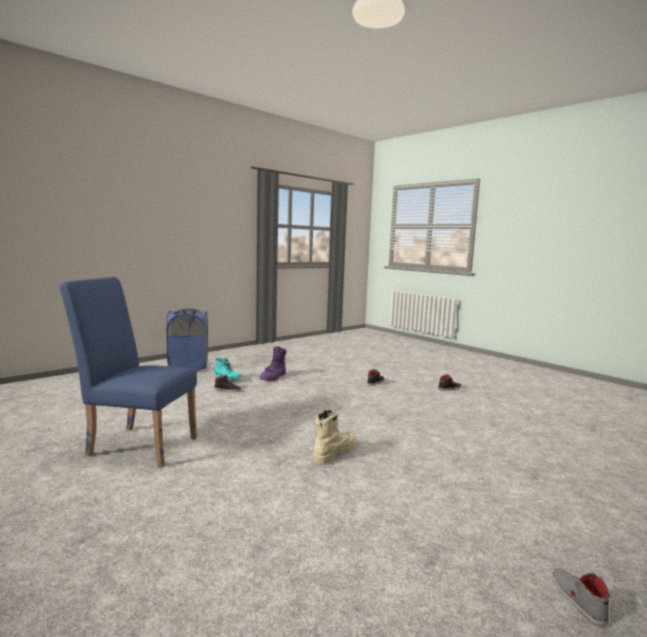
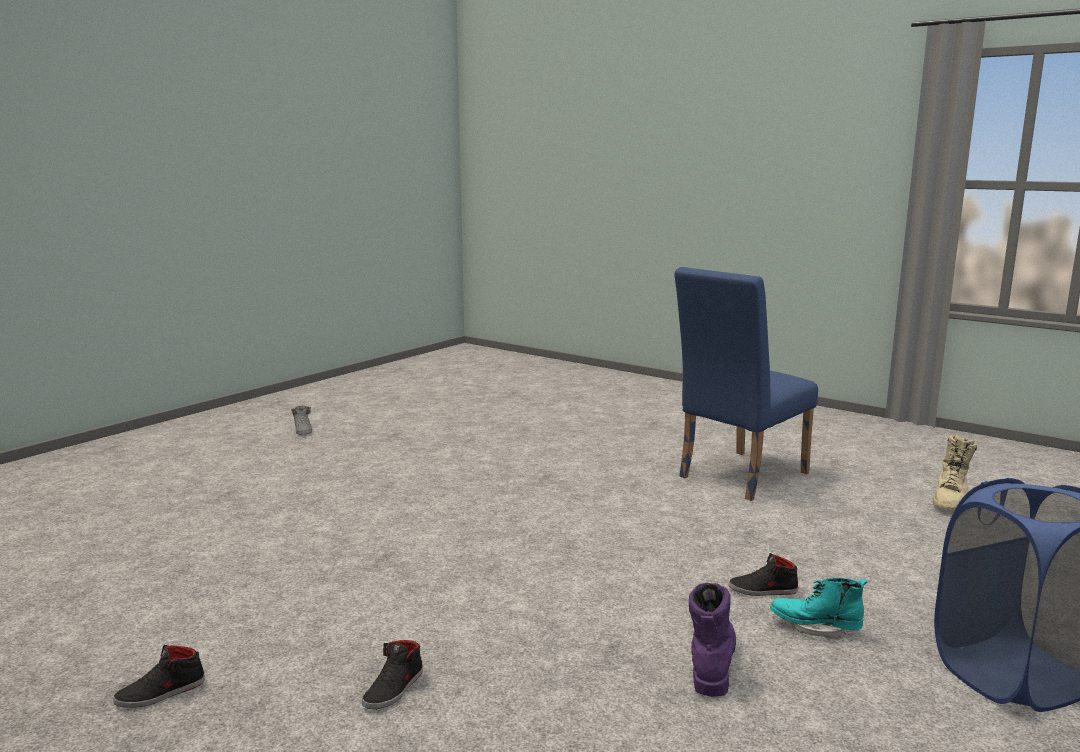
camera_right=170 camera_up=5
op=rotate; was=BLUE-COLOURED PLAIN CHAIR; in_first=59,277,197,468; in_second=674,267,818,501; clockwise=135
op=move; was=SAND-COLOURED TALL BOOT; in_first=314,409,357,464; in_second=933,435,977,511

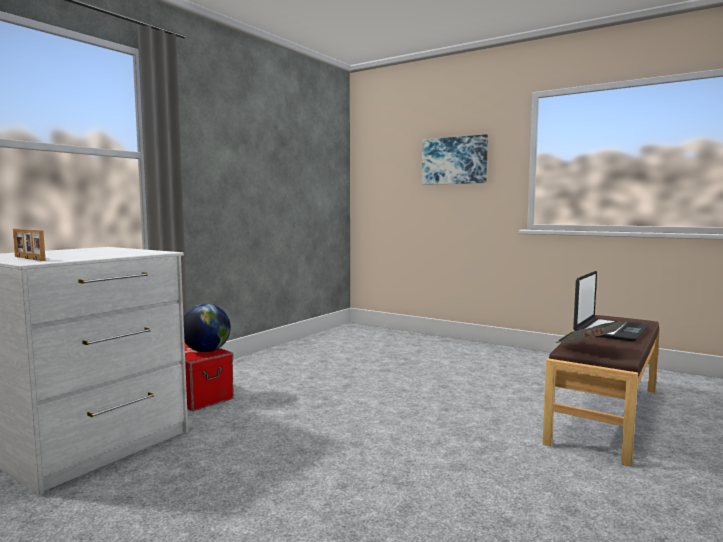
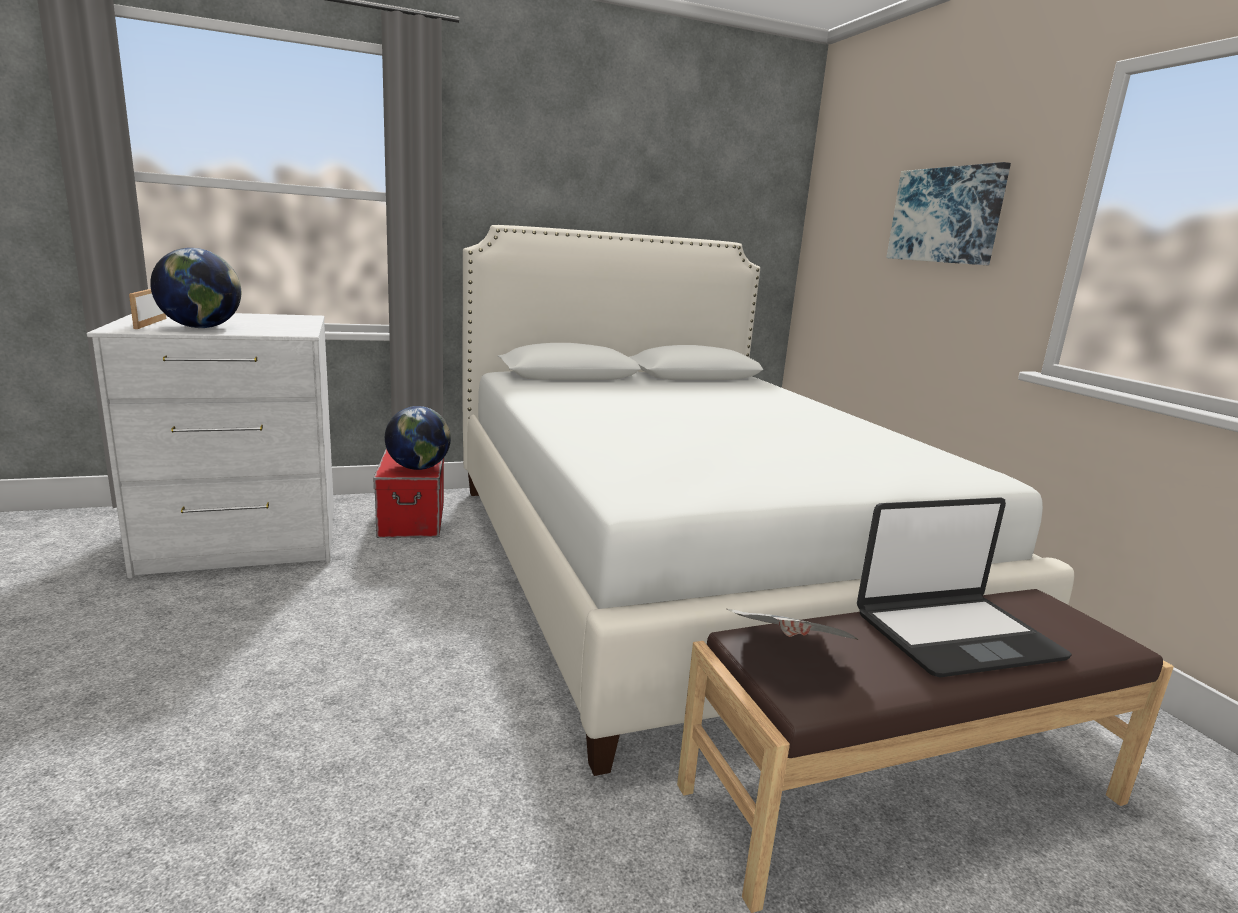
camera_right=35 camera_up=10
op=insert; now=WORLD GLOBE; in_second=150,248,241,328
op=insert; now=WHITE-COLOURED BEDROOM BED; in_second=462,225,1074,776

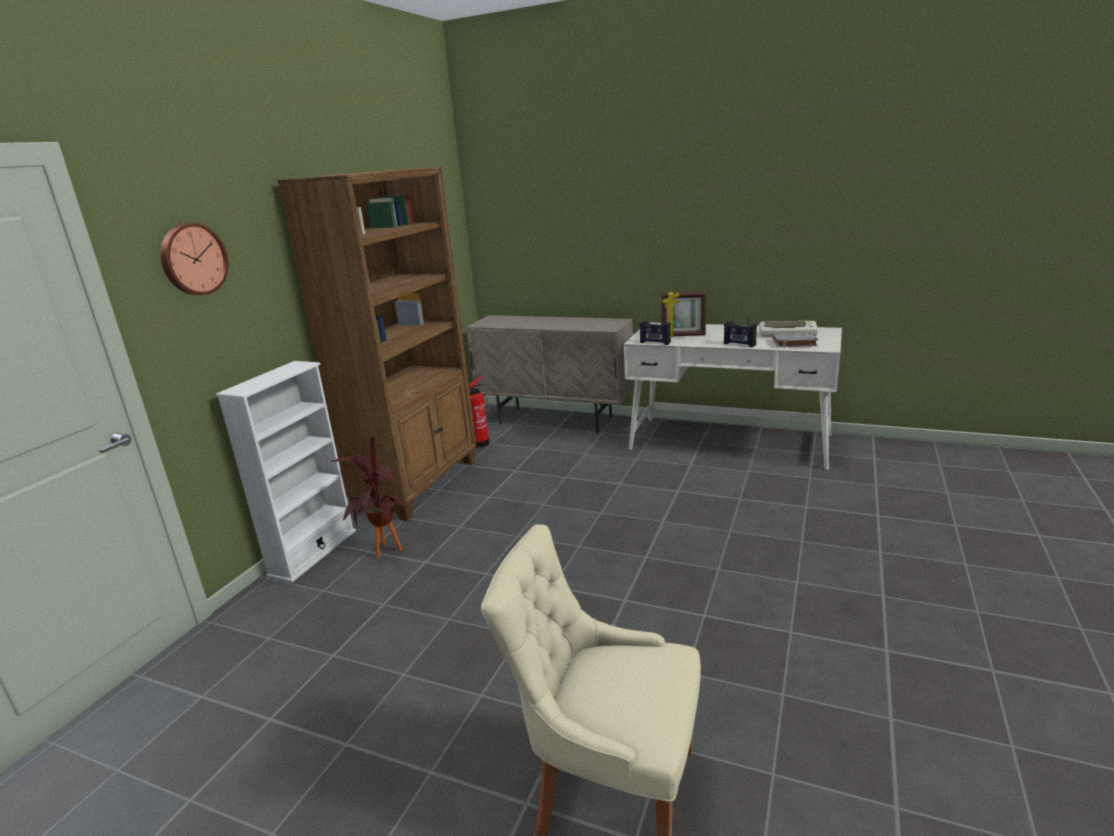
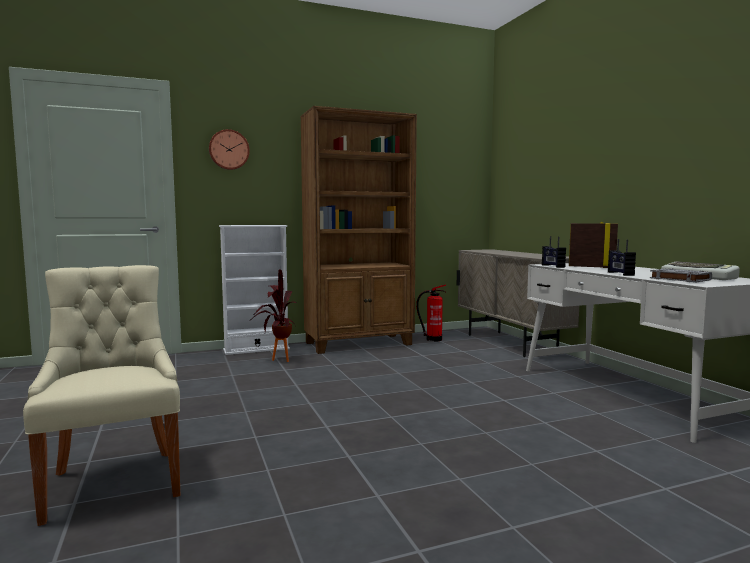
camera_right=45 camera_up=-15
op=rotate; was=PICTURE FRAME; in_first=662,291,706,337; in_second=569,221,618,268; clockwise=150

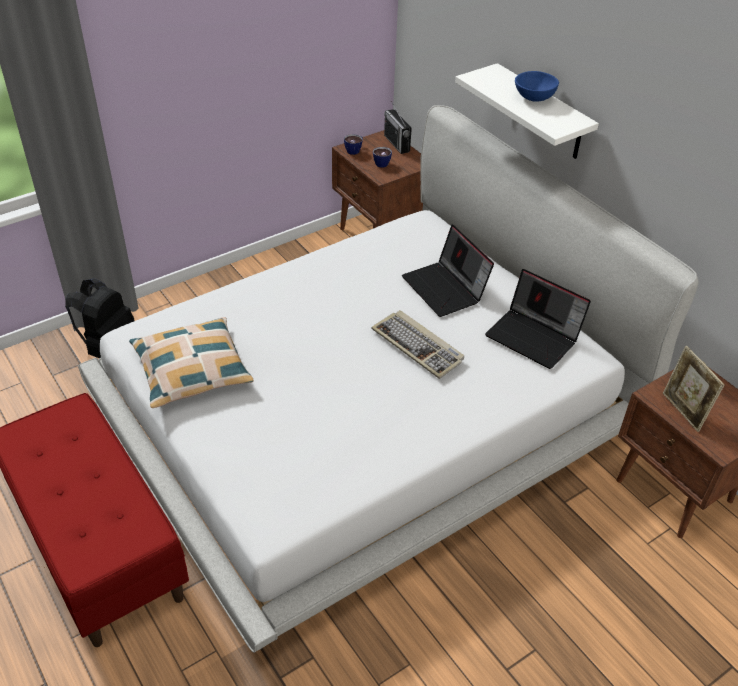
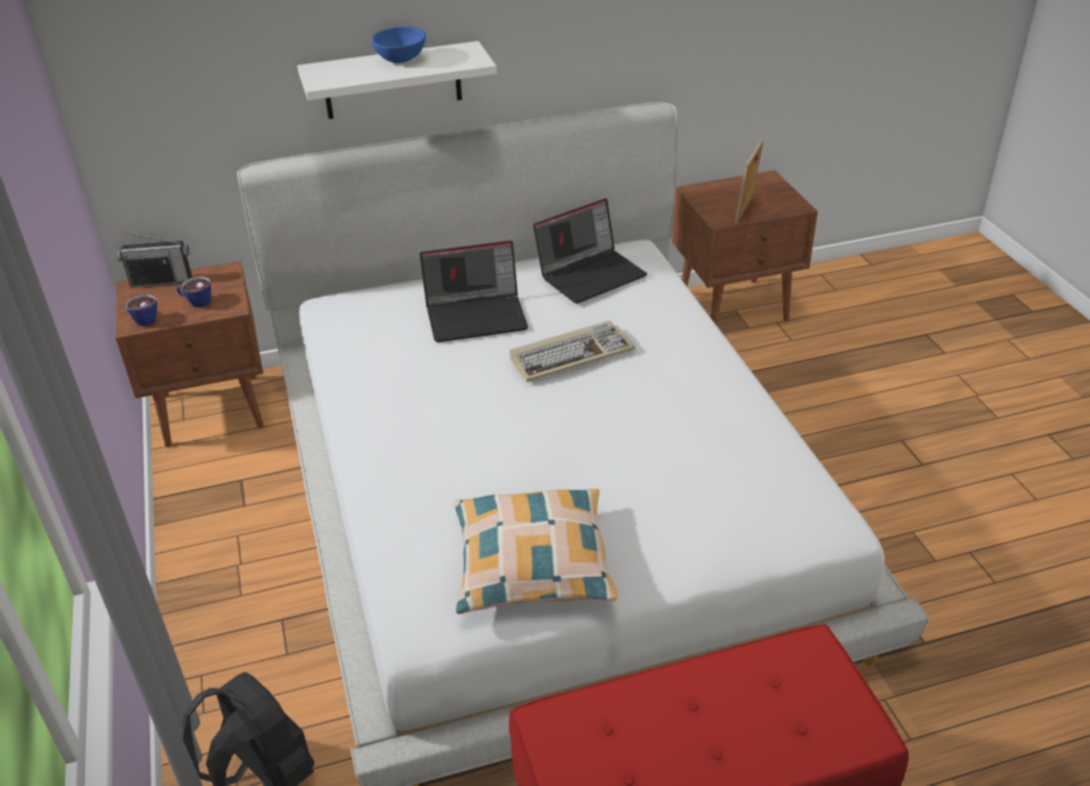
camera_right=-70 camera_up=-5
op=rotate; was=PICTURE FRAME; in_first=663,346,725,432; in_second=734,140,763,224; clockwise=120

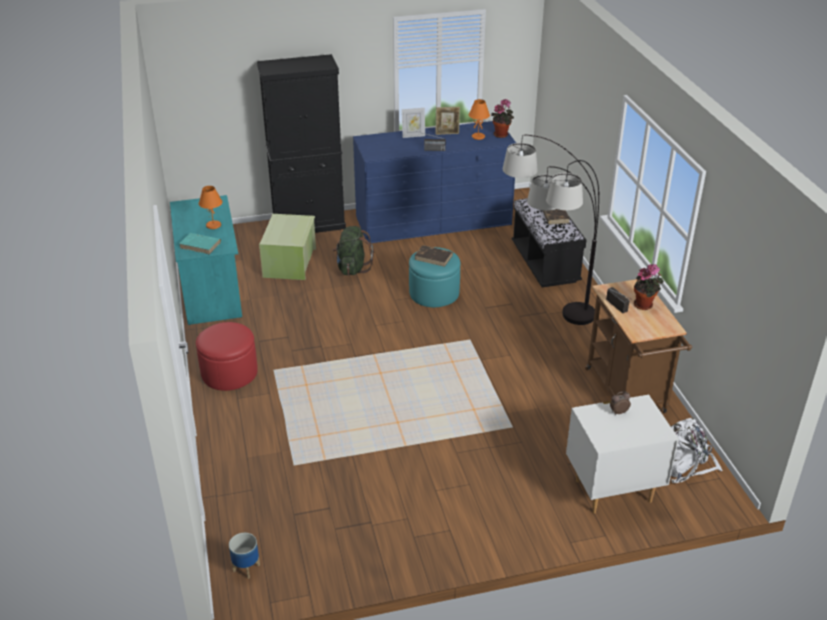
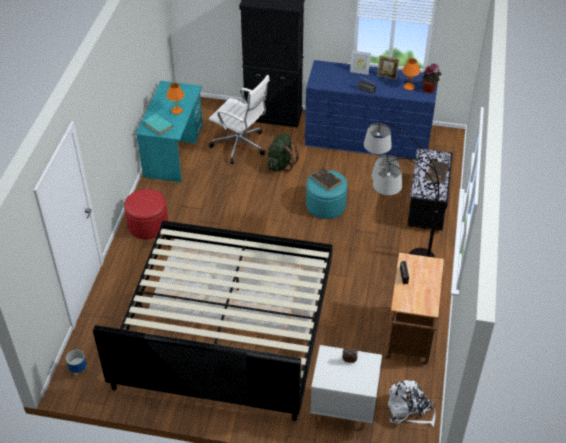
camera_right=25 camera_up=10
op=replace; was=GREEN-COLOURED STORAGE BOX; now=WHITE-COLOURED OFFICE CHAIR; in_first=259,214,316,280; in_second=209,75,270,164
op=delete; was=PLANT IN A POT; in_first=634,264,664,310
op=insert; now=BEDROOM BED; in_second=93,221,333,421

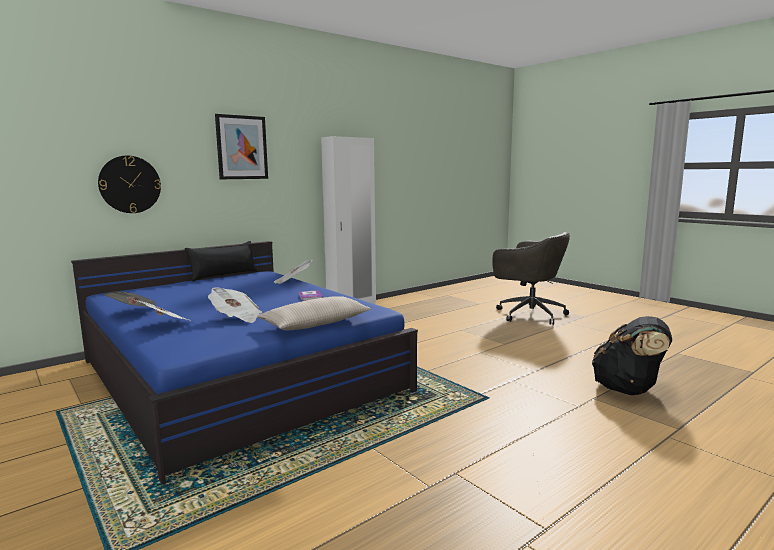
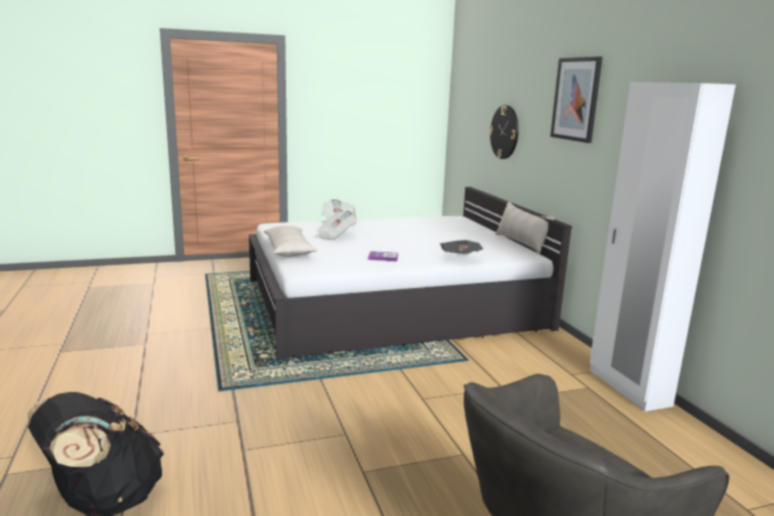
camera_right=110 camera_up=5
op=recolor; was=BLUE-COLOURED BEDROOM BED; now=WHITE-COLOURED BEDROOM BED; in_first=71,241,418,484; in_second=249,187,572,361
op=delete; was=PRINTED PAPER; in_first=104,291,157,307
op=recolor; was=BLACK-COLOURED THROW PILLOW; now=SAND-COLOURED THROW PILLOW; in_first=185,241,257,281; in_second=495,202,555,254

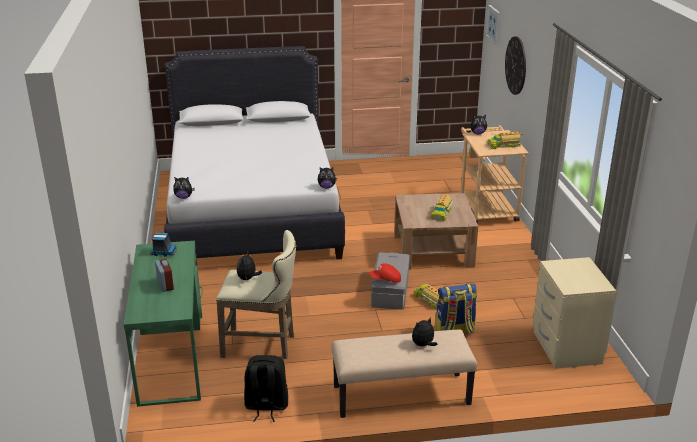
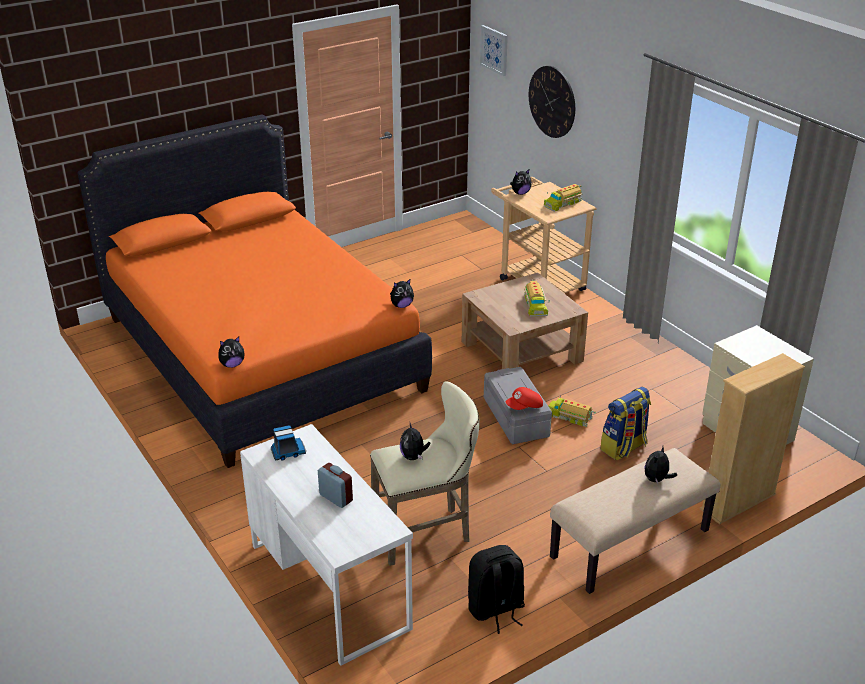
camera_right=-25 camera_up=5
op=recolor; was=GREEN-COLOURED DESK; now=WHITE-COLOURED DESK; in_first=124,241,203,407; in_second=240,424,413,666
op=recolor; was=WHITE-COLOURED BEDROOM BED; now=ORANGEY BEDROOM BED; in_first=164,46,345,259; in_second=78,114,432,468
op=insert; now=SAND-COLOURED SHELVING UNIT; in_second=700,353,805,524

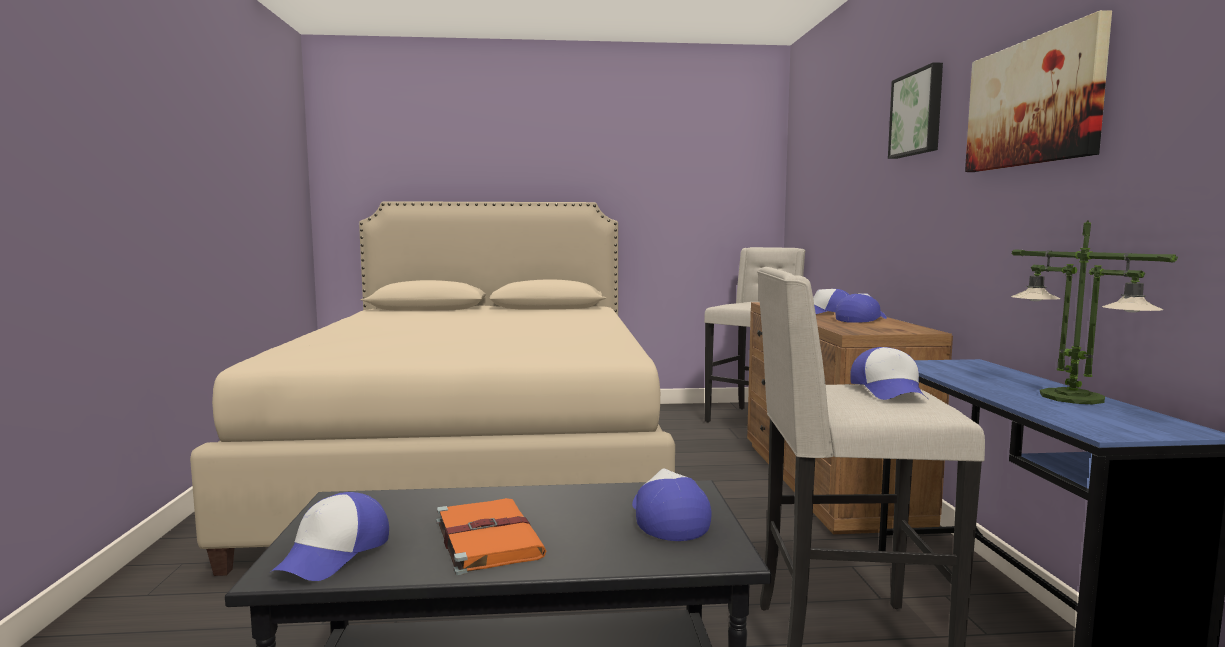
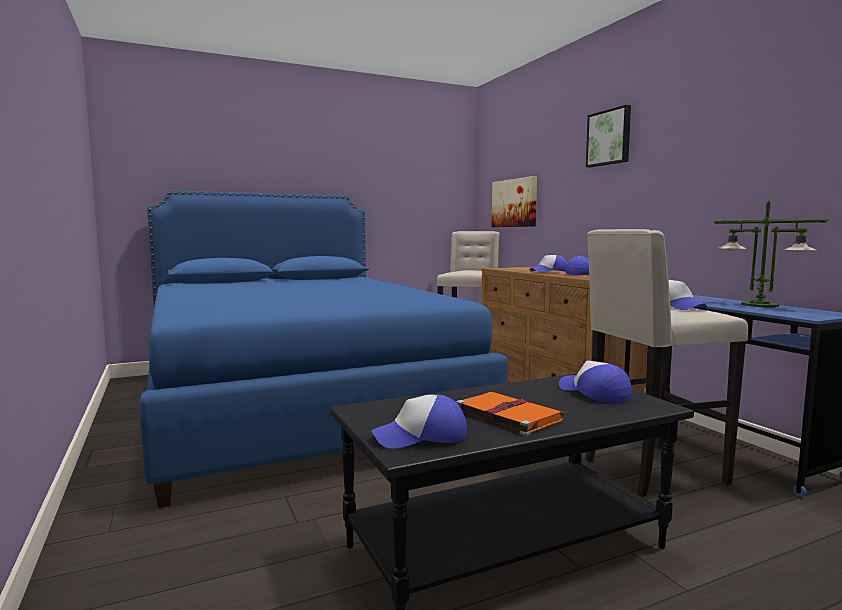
camera_right=-20 camera_up=0
op=recolor; was=SAND-COLOURED BEDROOM BED; now=BLUE-COLOURED BEDROOM BED; in_first=190,201,675,576; in_second=139,191,508,508
op=rotate; was=BASEBALL CAP; in_first=271,492,389,581; in_second=371,394,467,449; clockwise=75
op=move; was=WALL PICTURE; in_first=965,10,1112,172; in_second=492,176,537,227

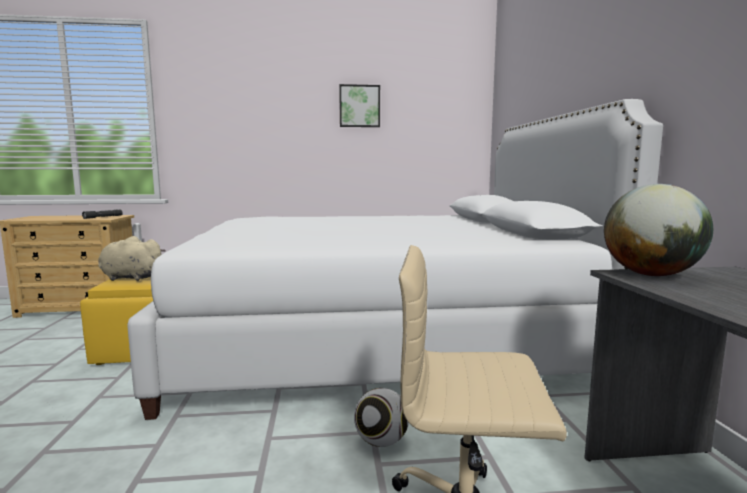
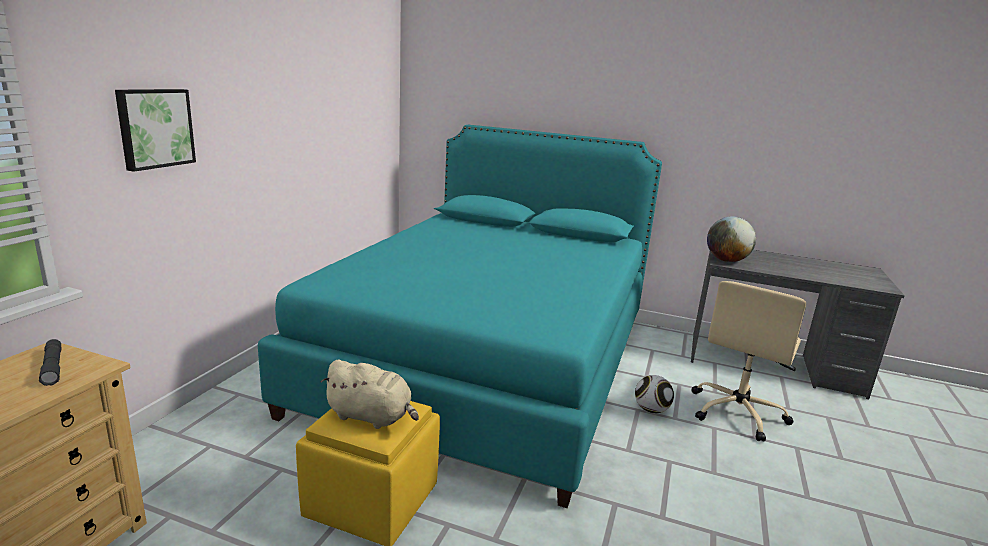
camera_right=-65 camera_up=10
op=rotate; was=SAND-COLOURED CUDDLY TOY; in_first=98,236,166,281; in_second=321,360,419,429; clockwise=-105
op=recolor; was=WHITE-COLOURED BEDROOM BED; now=TURQUOISE BEDROOM BED; in_first=127,99,663,420; in_second=258,125,662,508
op=move; was=WALL PICTURE; in_first=339,84,380,127; in_second=115,89,196,172

